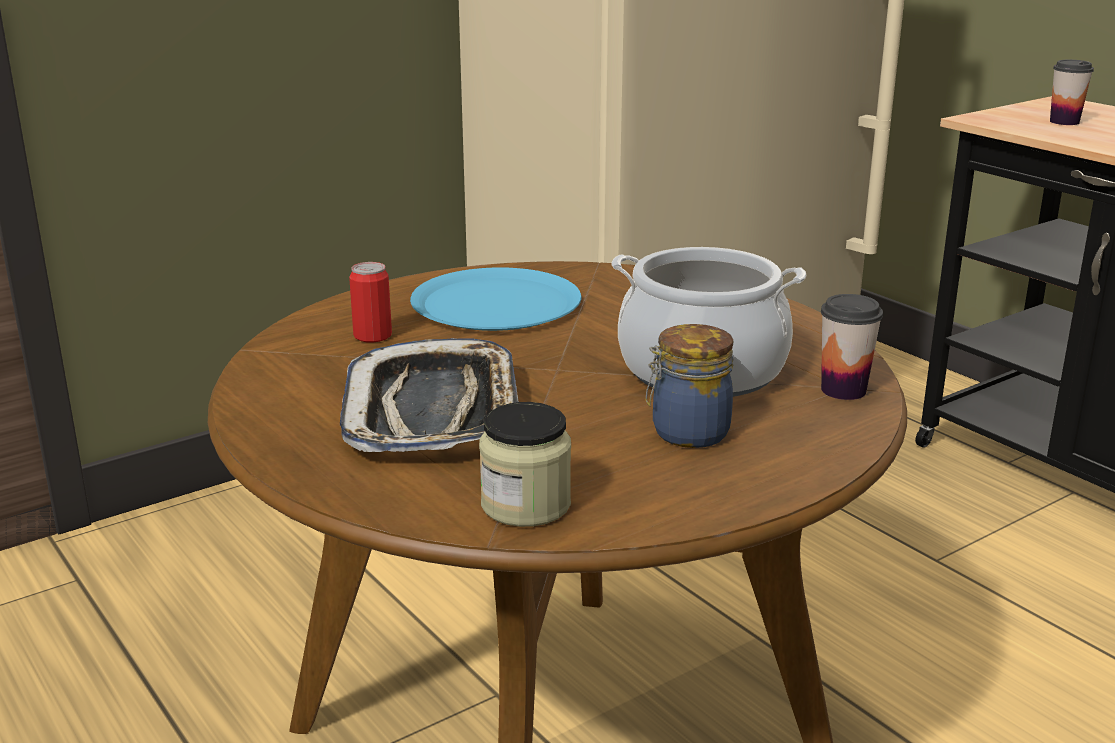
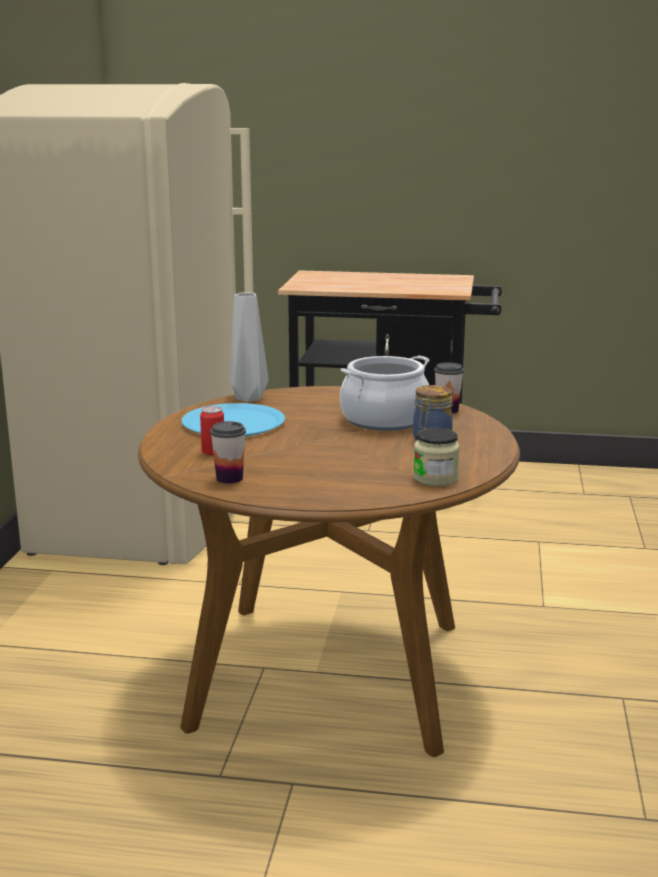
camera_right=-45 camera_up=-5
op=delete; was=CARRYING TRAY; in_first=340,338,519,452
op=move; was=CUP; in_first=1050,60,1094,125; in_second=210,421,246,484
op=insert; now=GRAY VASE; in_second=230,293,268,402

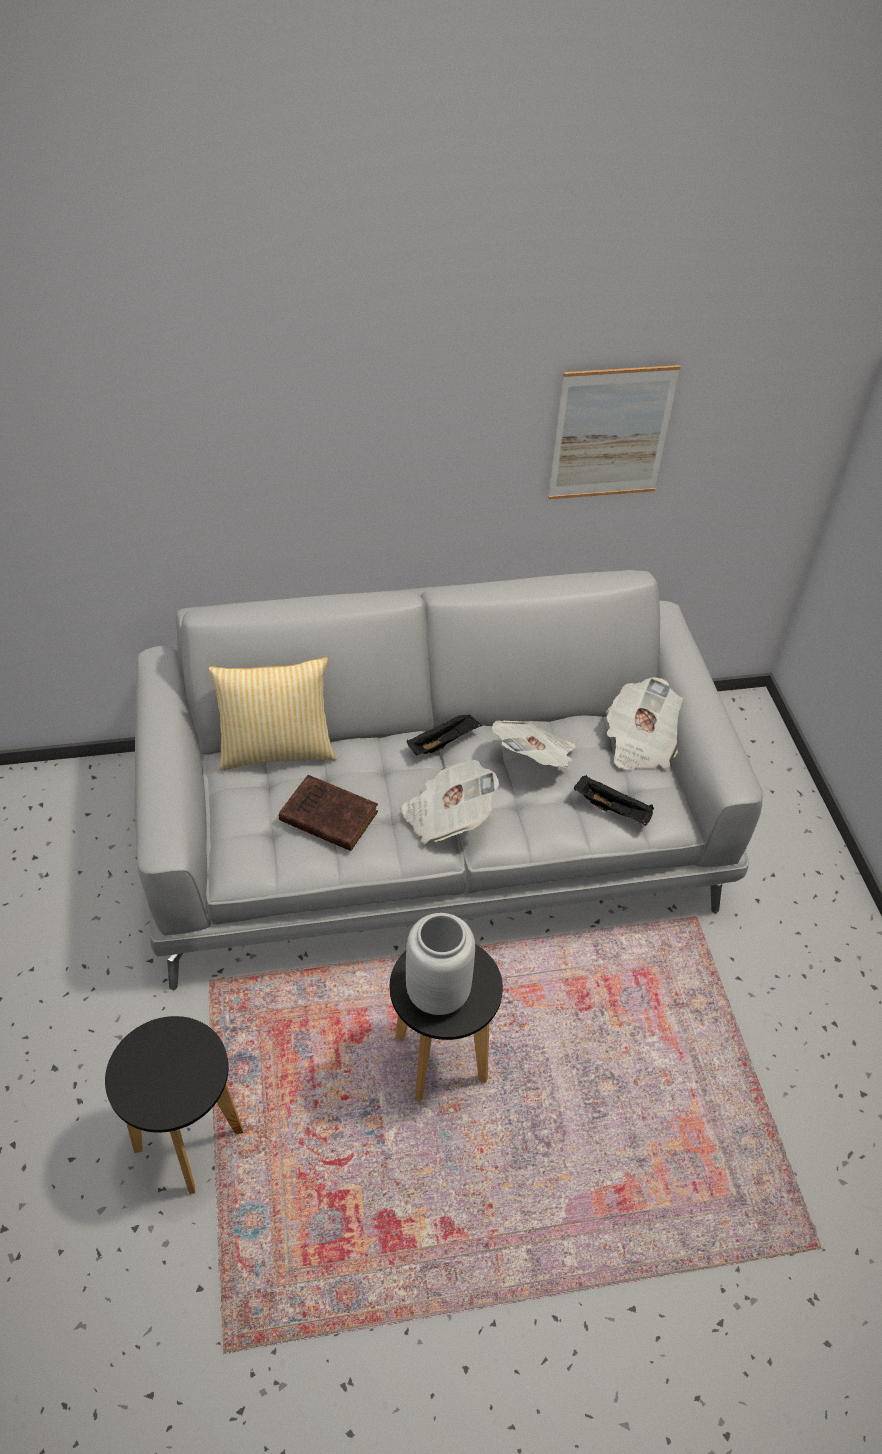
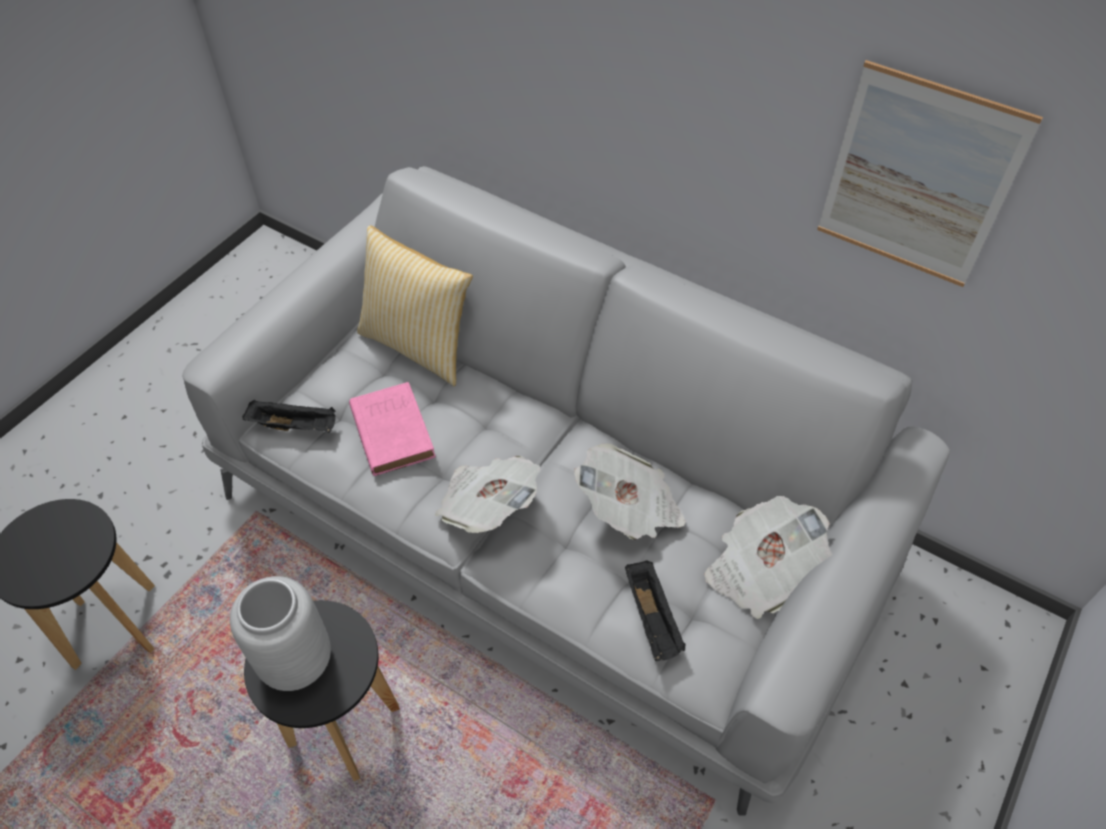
camera_right=45 camera_up=5
op=recolor; was=BROWNISH BOUND BOOK; now=PINKISH BOUND BOOK; in_first=279,775,378,851; in_second=349,382,436,476
op=move; was=BLACK-COLOURED CARRYING TRAY; in_first=407,715,482,756; in_second=242,400,336,433

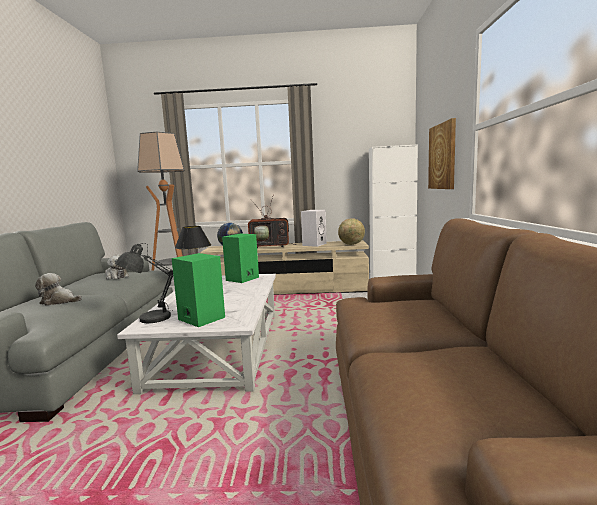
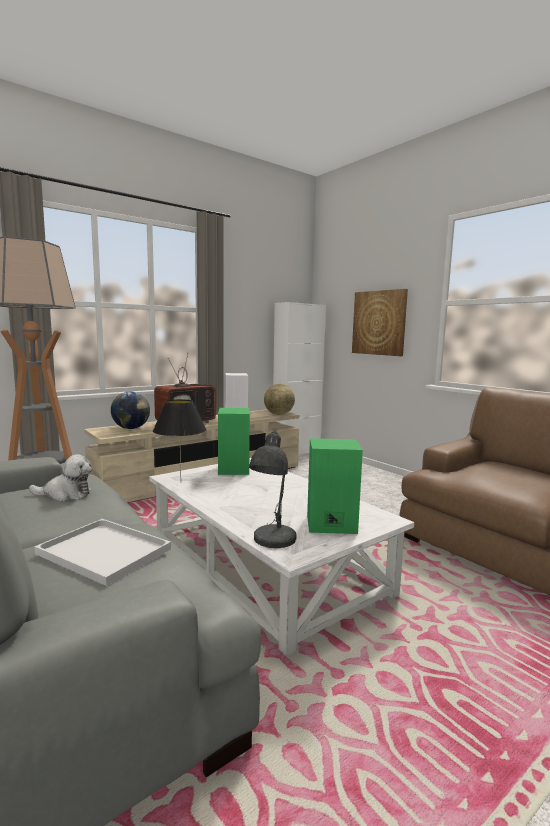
camera_right=-40 camera_up=0
op=replace; was=CUDDLY TOY; now=WHITE-COLOURED CARRYING TRAY; in_first=35,273,82,306; in_second=34,519,171,586

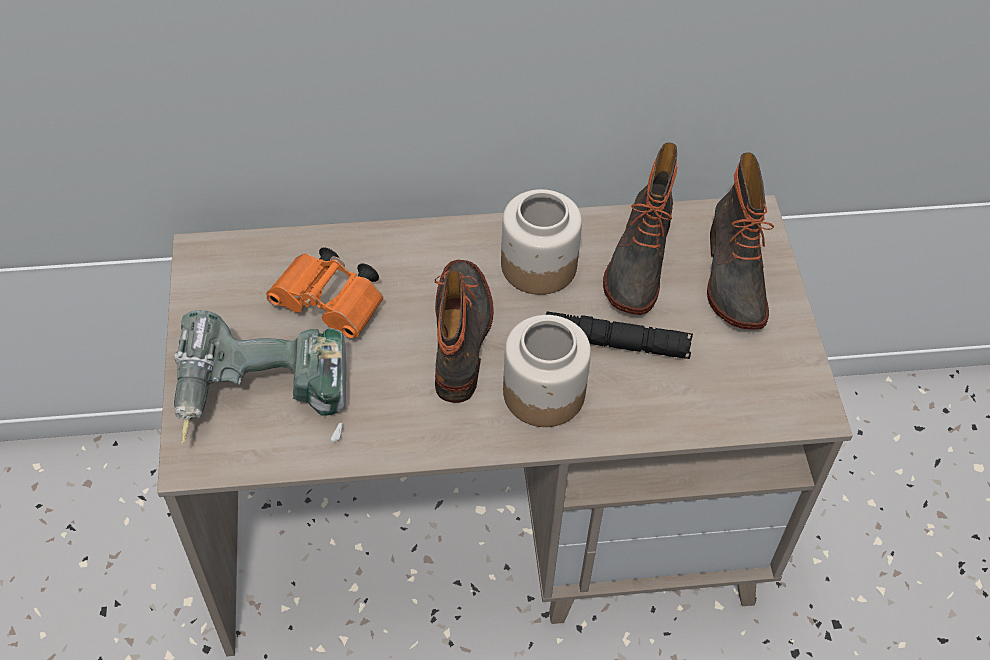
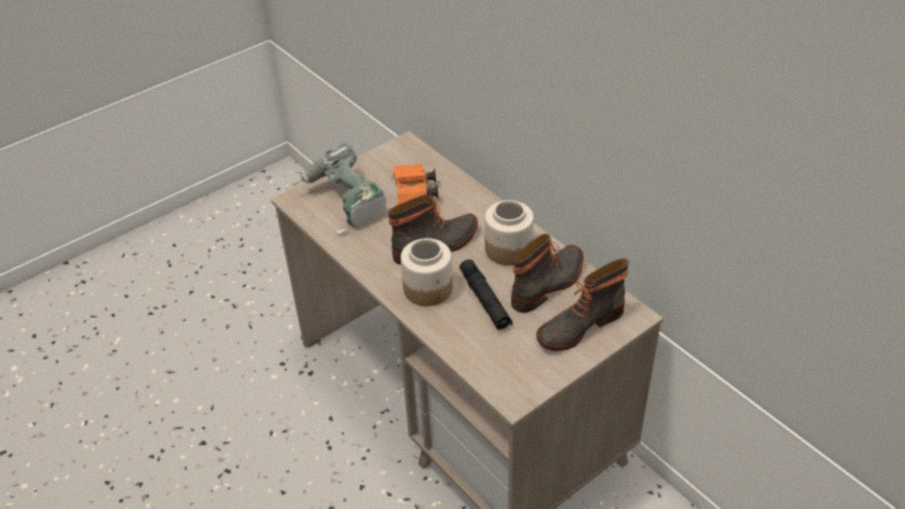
camera_right=60 camera_up=-10
op=rotate; was=TALL BOOT; in_first=603,142,677,315; in_second=511,234,584,313; clockwise=150

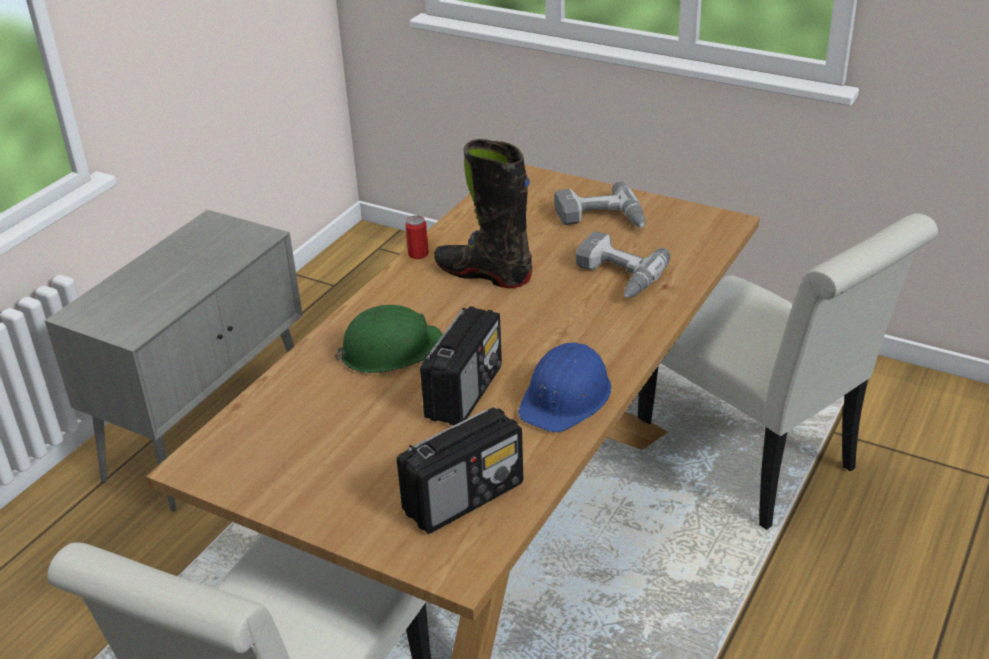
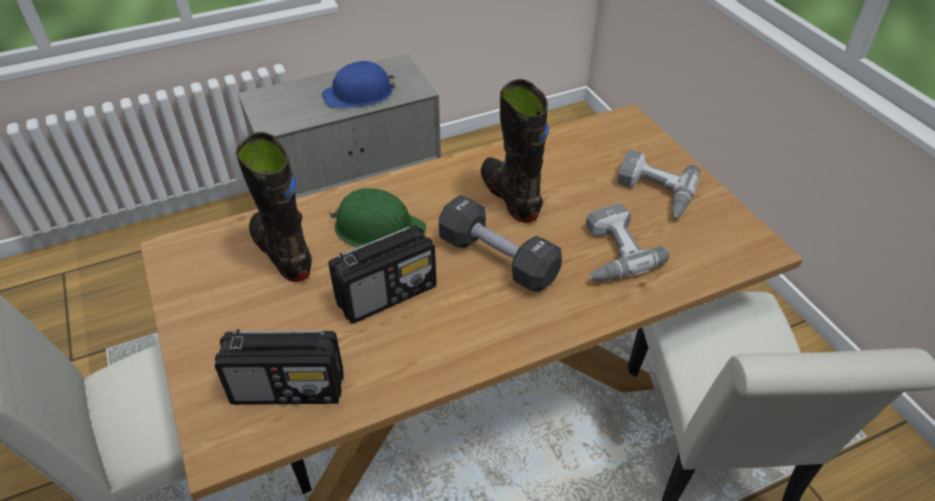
camera_right=35 camera_up=10
op=delete; was=CAN; in_first=405,215,429,259
op=move; was=BLUE-COLOURED WORK HELMET; in_first=518,342,612,433; in_second=322,60,395,108
op=insert; now=BLACK-COLOURED TALL BOOT; in_second=236,132,312,282
op=insert; now=BLACK-COLOURED DUMBBELL; in_second=439,195,562,292

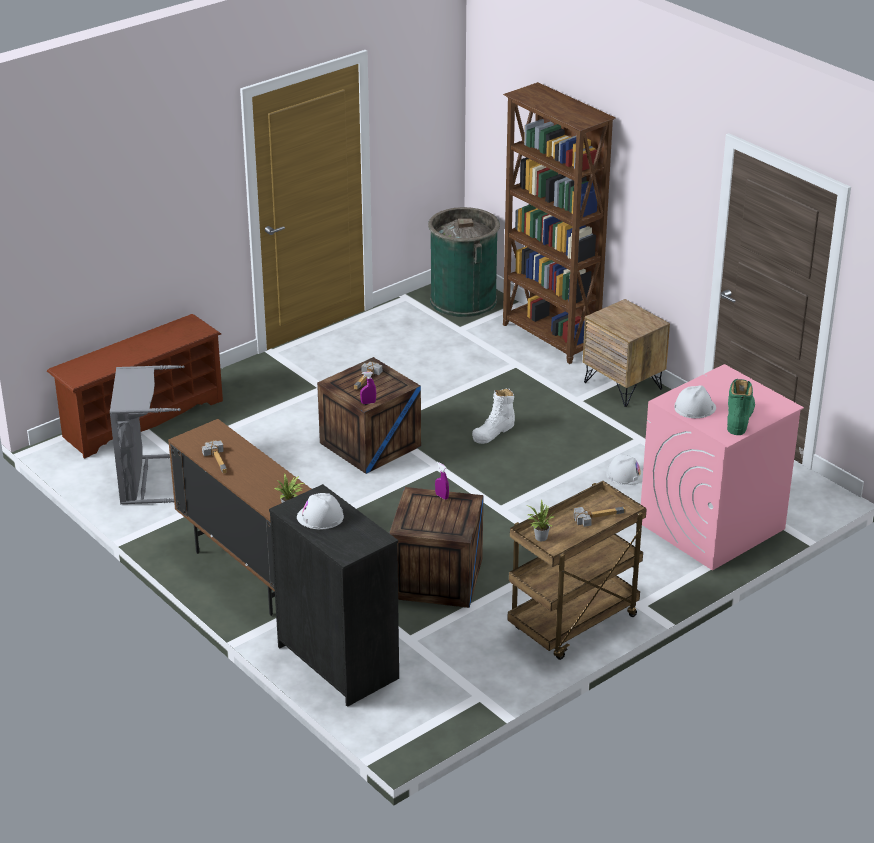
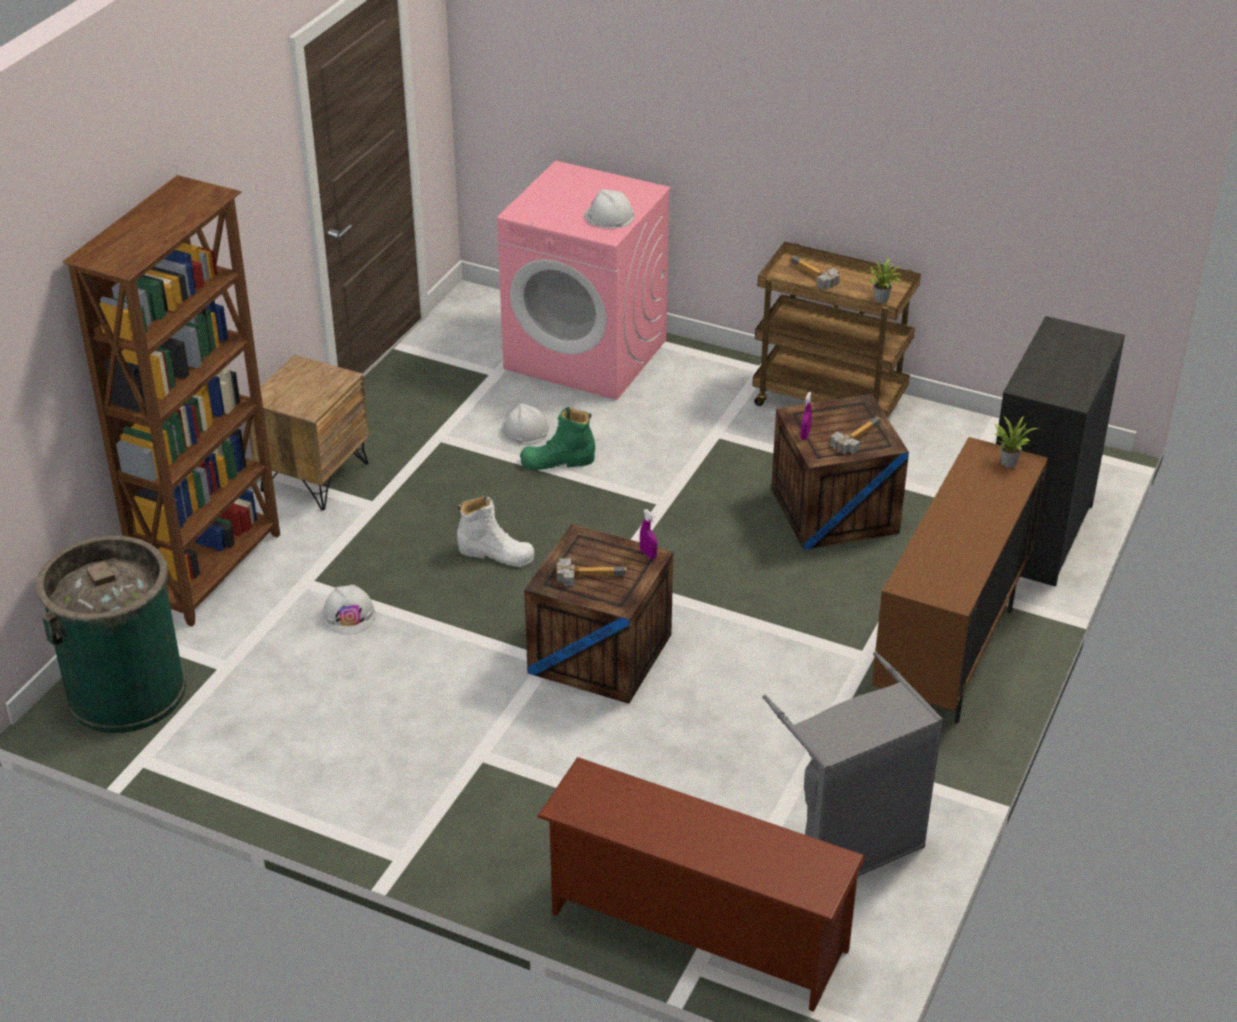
camera_right=-115 camera_up=5
op=move; was=TOOL HAMMER; in_first=202,440,227,473; in_second=830,416,881,454
op=move; was=WHITE-COLOURED WORK HELMET; in_first=297,493,344,529; in_second=322,585,376,635
op=move; was=GREEN-COLOURED TALL BOOT; in_first=727,379,755,435; in_second=520,407,595,470

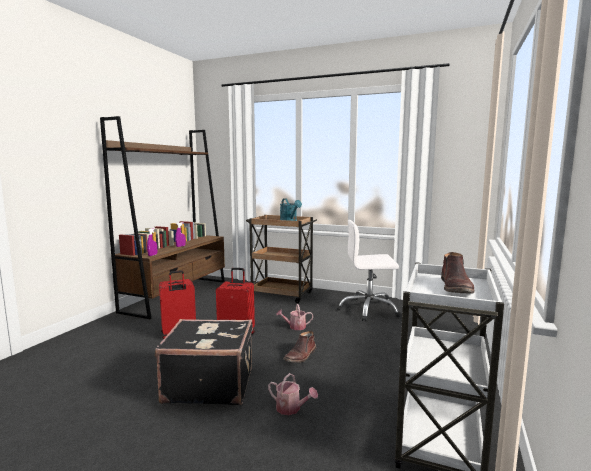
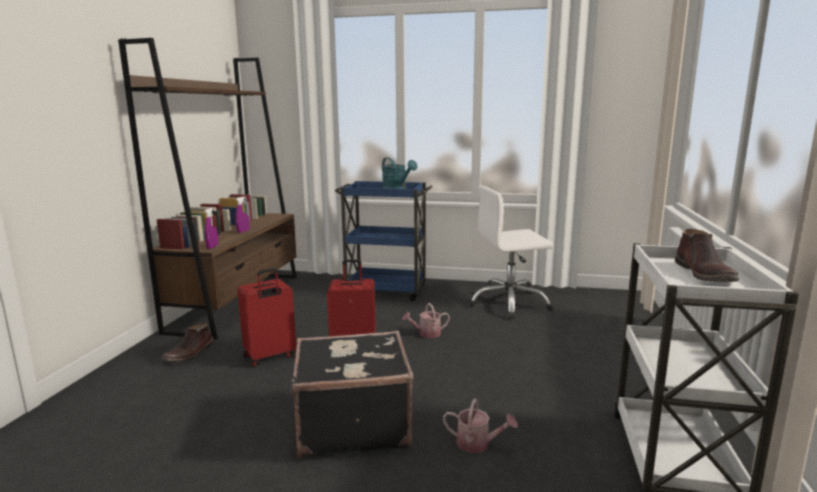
camera_right=-10 camera_up=5
op=recolor; was=BROWNISH CART; now=BLUE-COLOURED CART; in_first=246,215,317,303; in_second=335,181,432,301
op=move; was=BROWNISH TALL BOOT; in_first=283,331,316,363; in_second=162,322,214,362

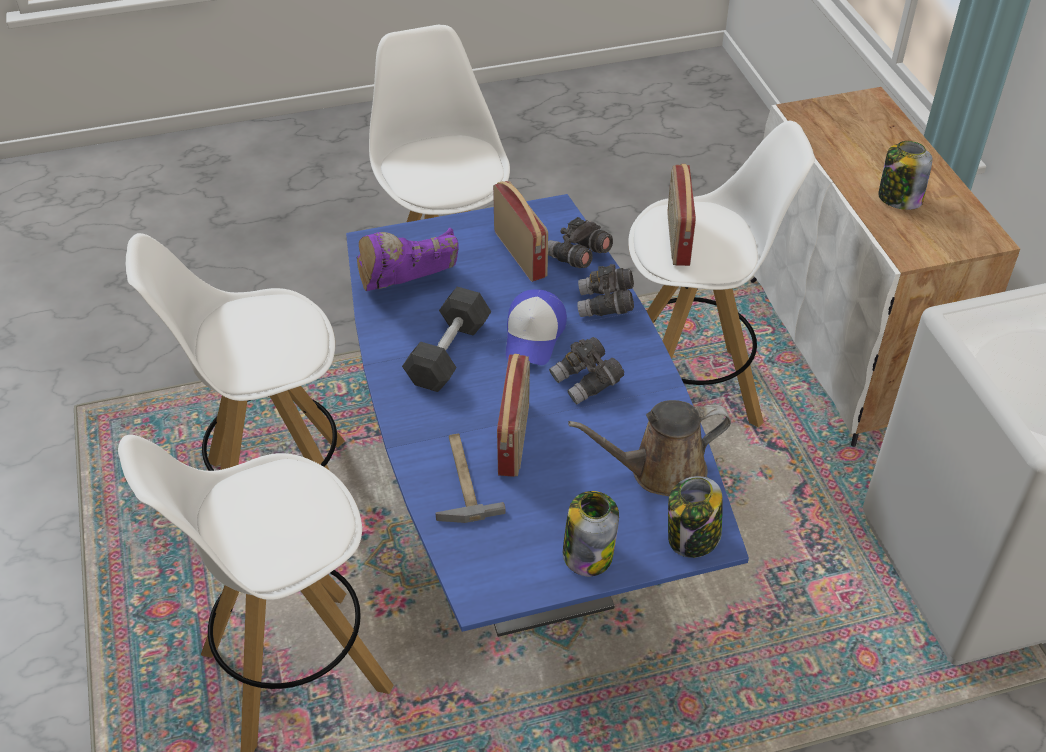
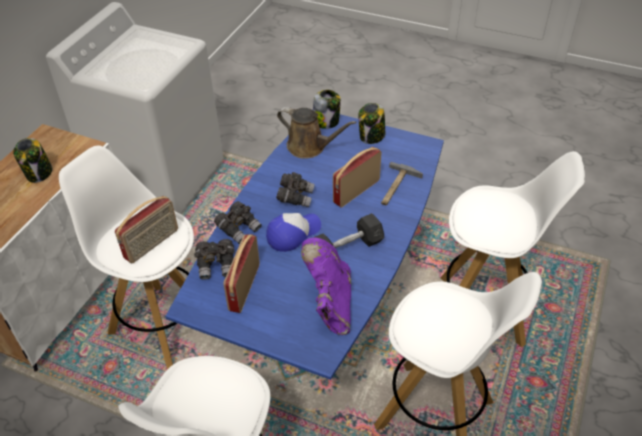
camera_right=-140 camera_up=0
op=rotate; was=PURPLE-COLOURED TALL BOOT; in_first=357,227,459,291; in_second=301,237,351,335; clockwise=-105

